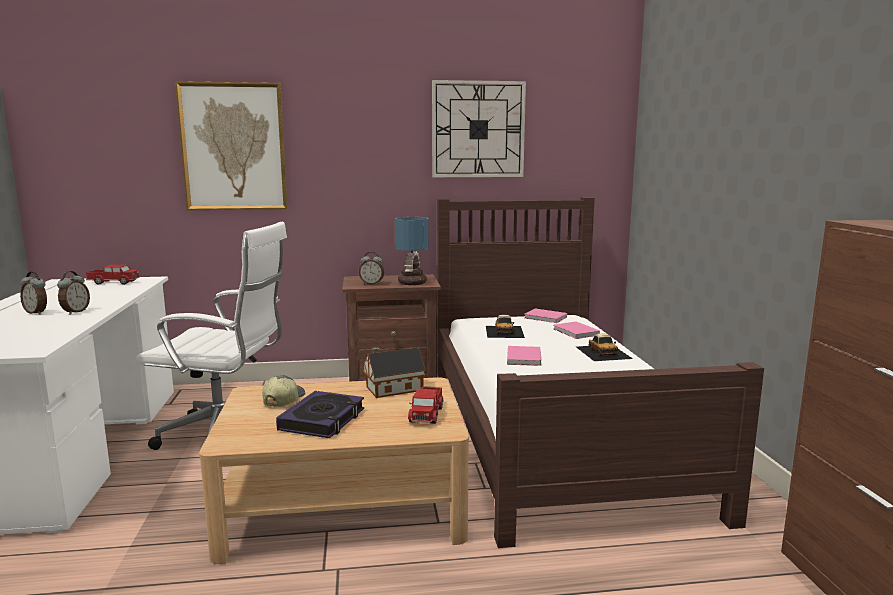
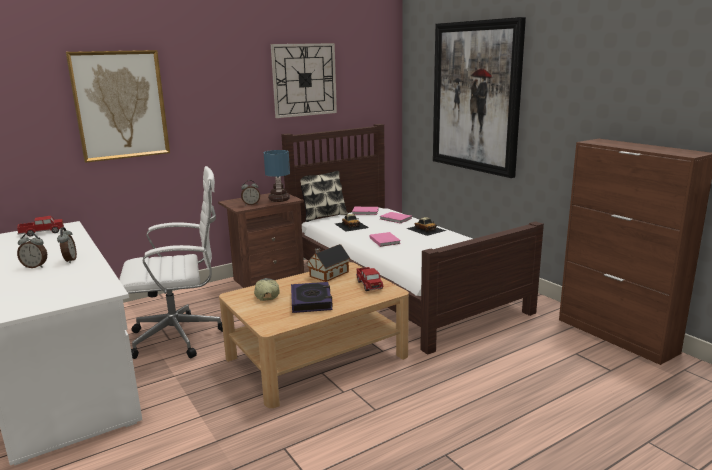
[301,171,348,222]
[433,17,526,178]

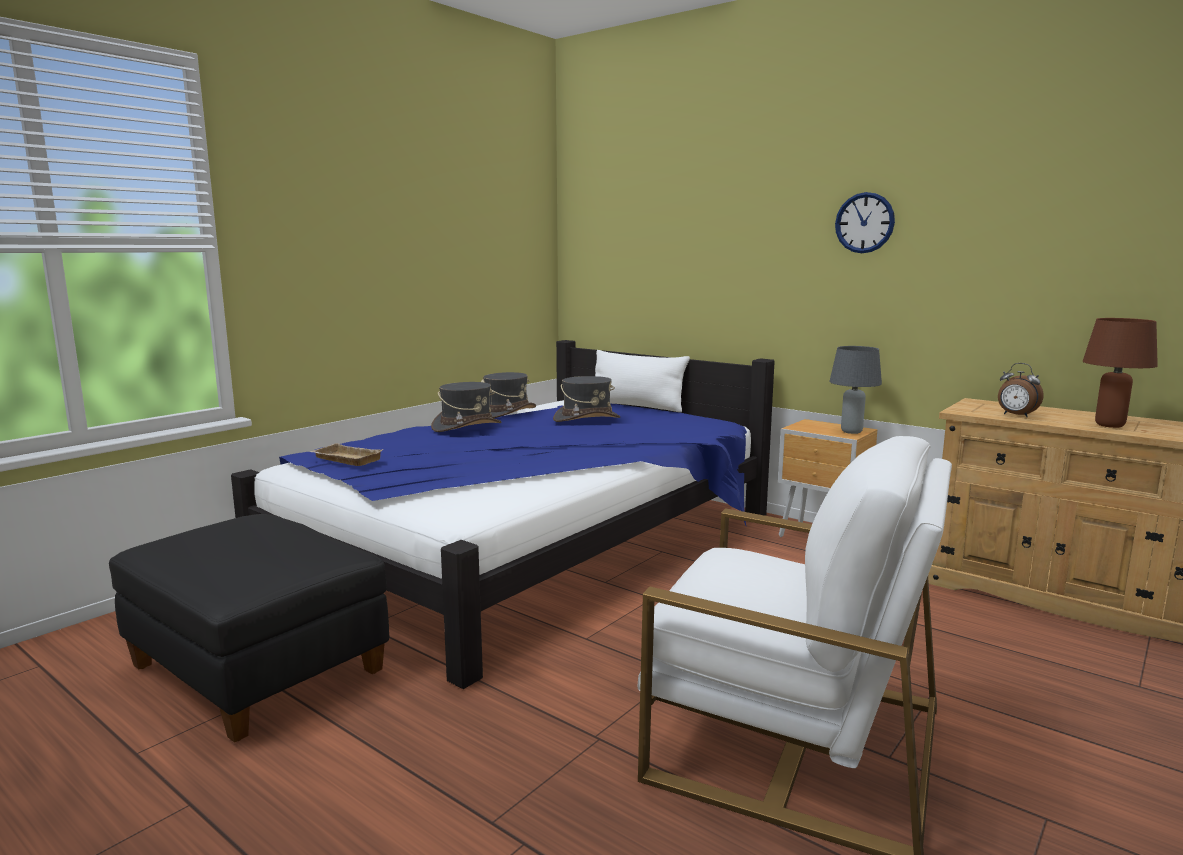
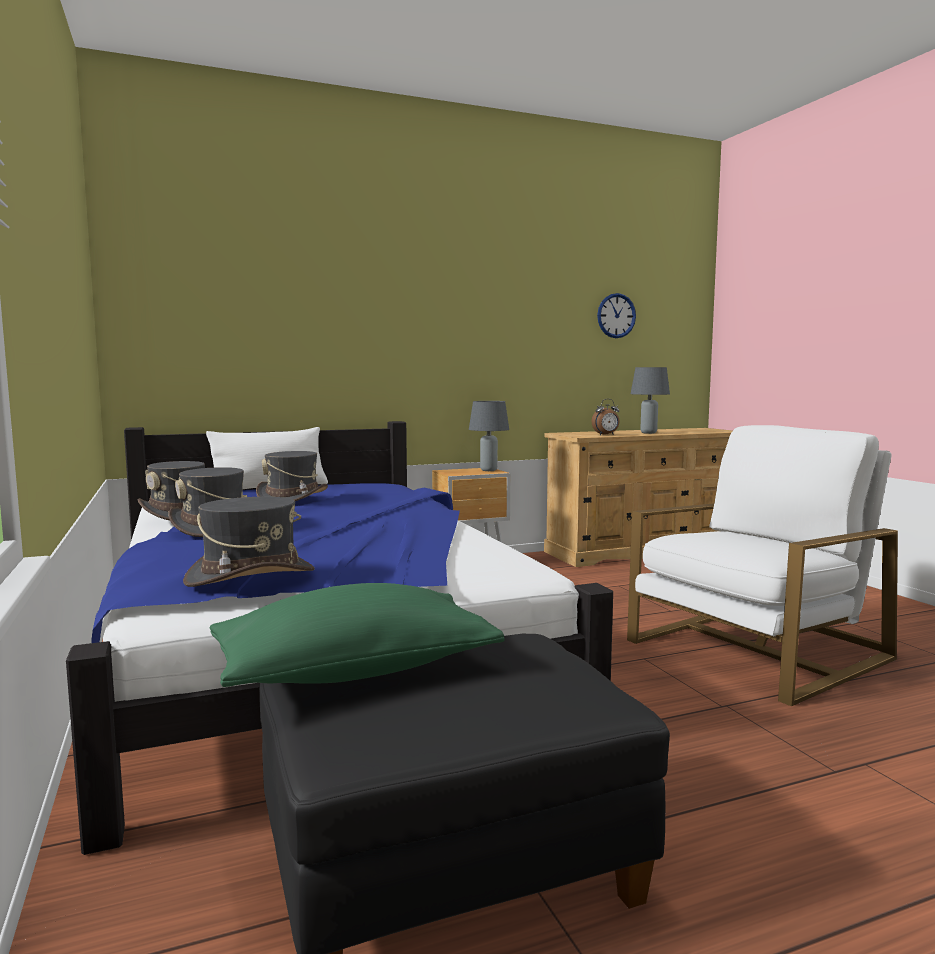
[210,583,504,687]
[597,293,636,338]
[183,497,315,587]
[631,367,670,434]

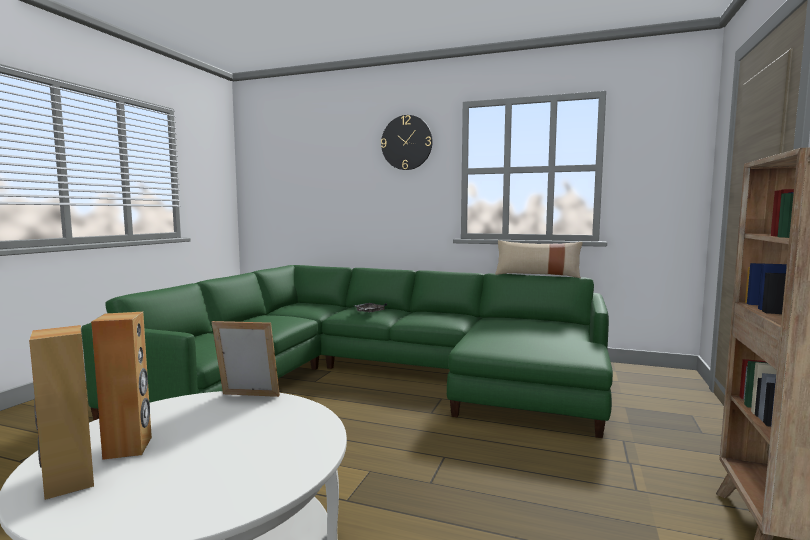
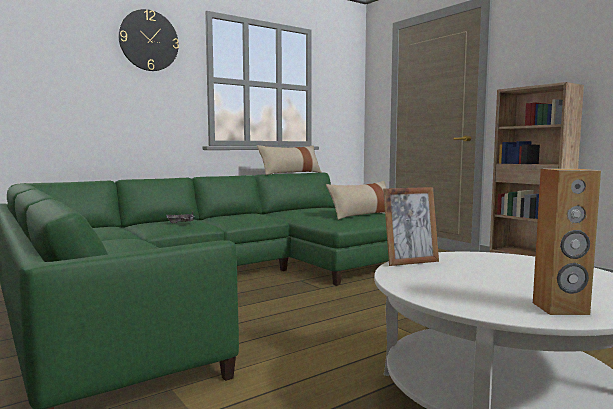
[91,312,152,460] (first image)
[326,181,386,220]
[383,187,439,266]

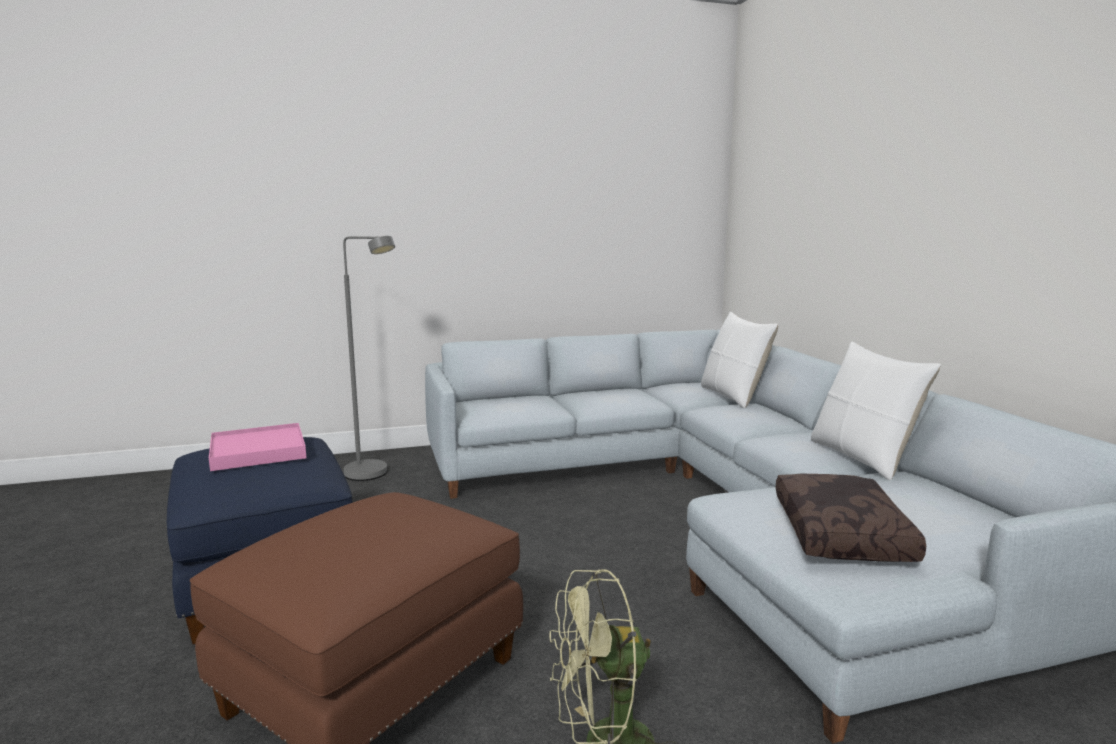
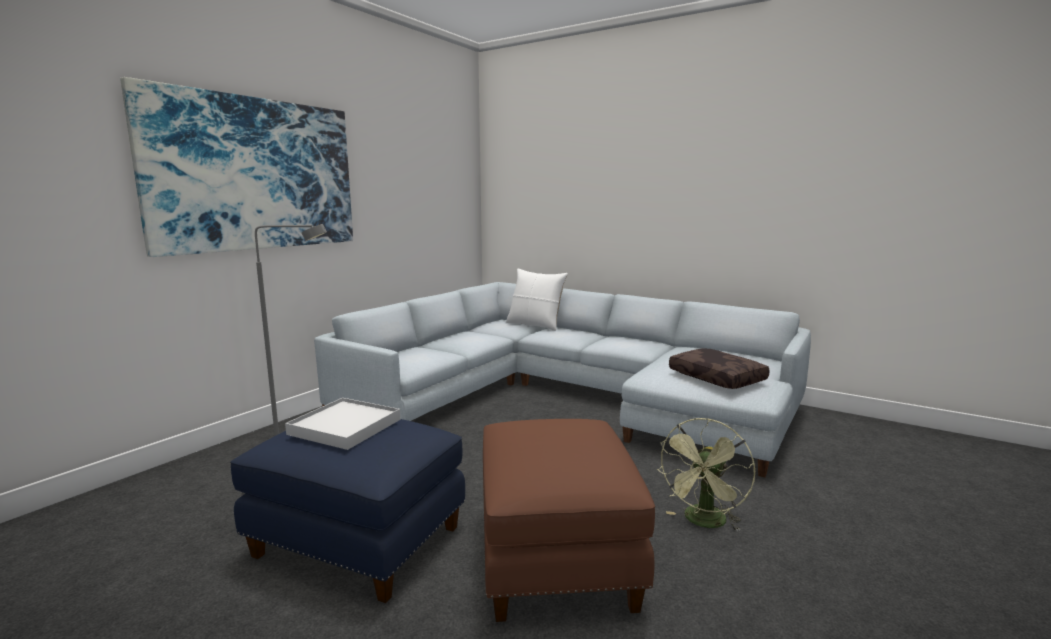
[811,342,941,480] (first image)
[120,77,353,257]
[285,398,401,450]

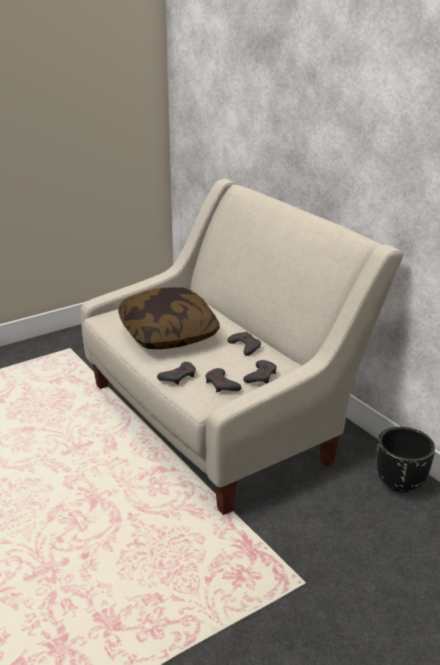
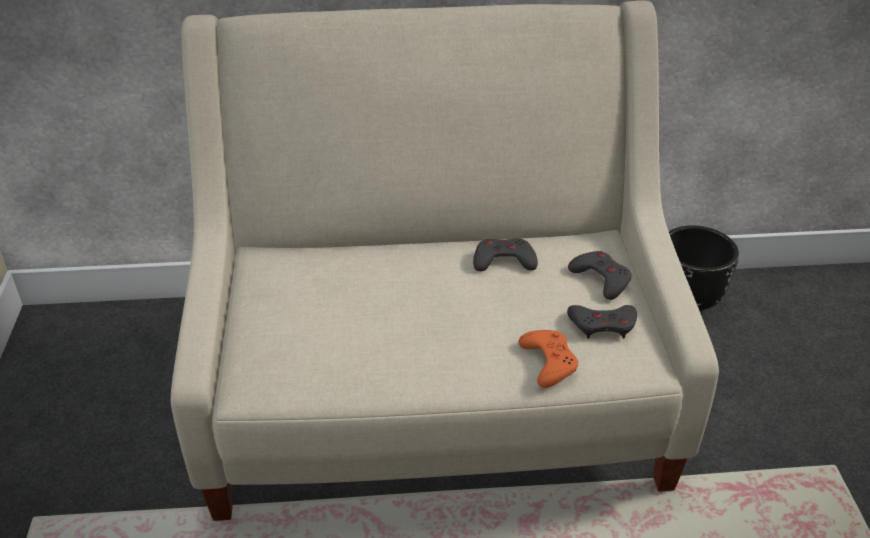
[118,287,220,349] (first image)
[518,330,578,388]

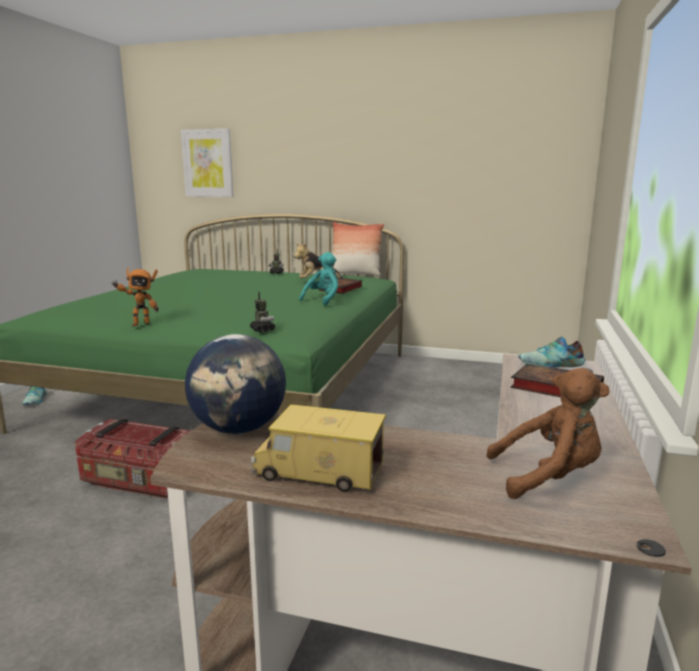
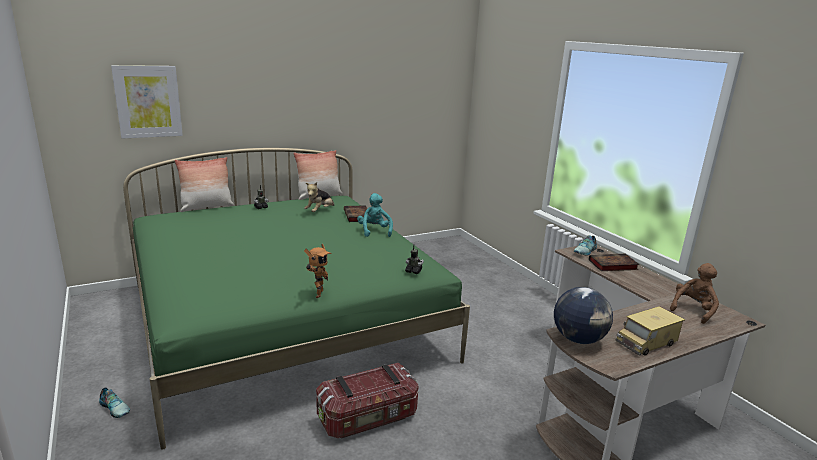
[174,157,234,212]

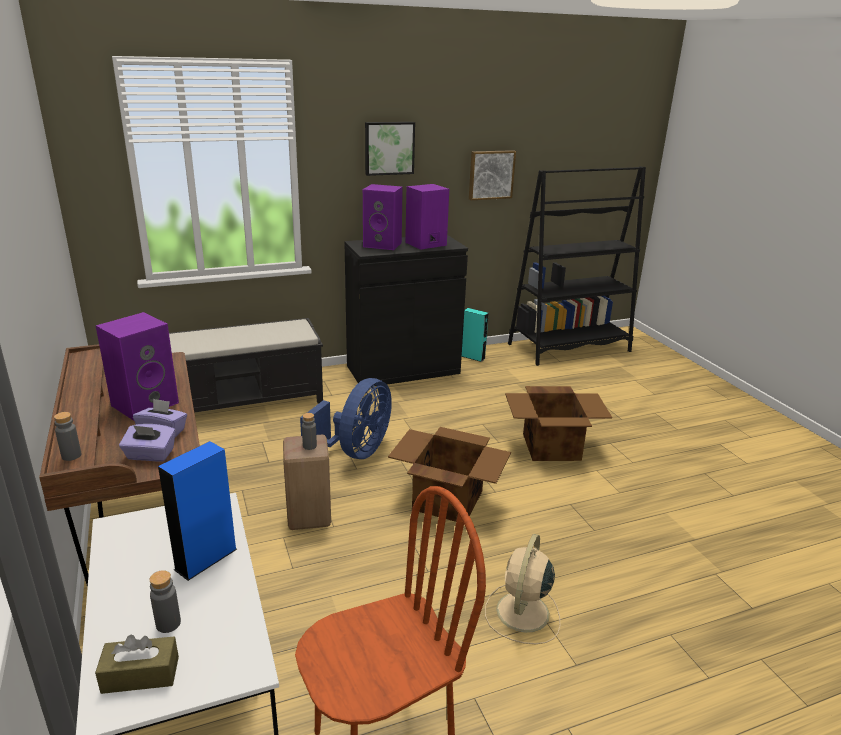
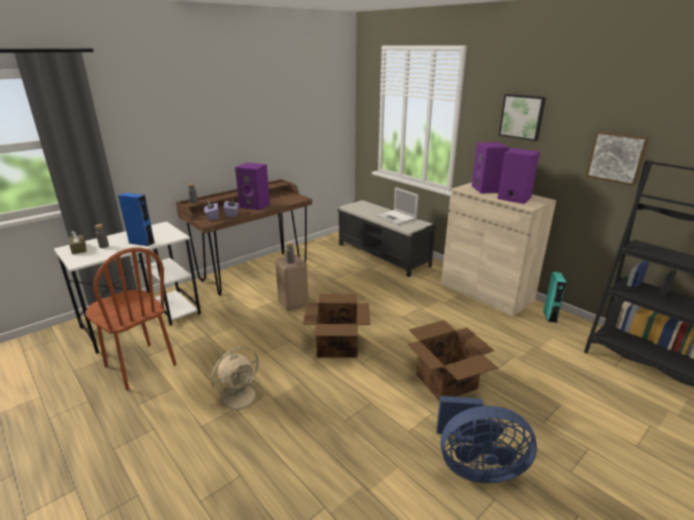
[376,187,418,225]
[436,396,537,483]
[441,182,556,316]
[210,346,266,415]

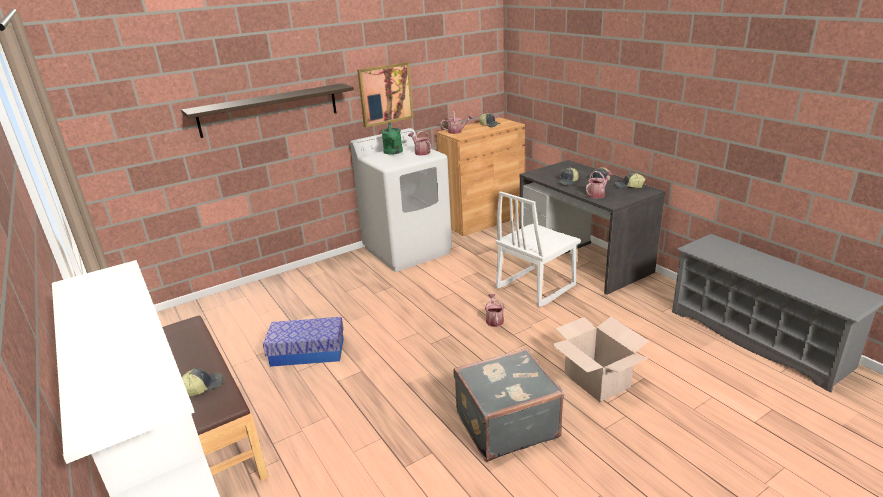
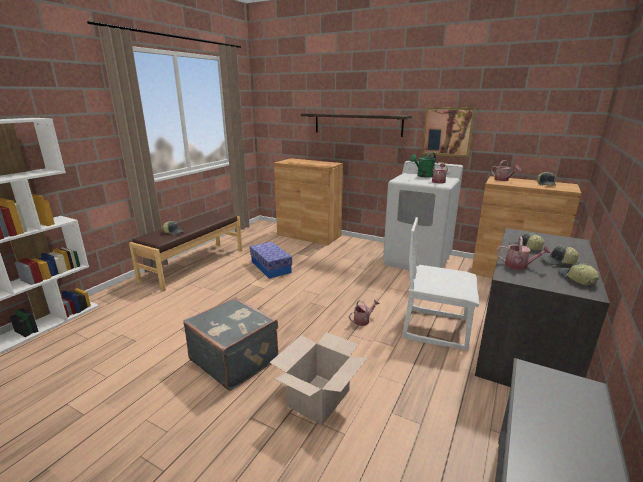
[274,158,343,245]

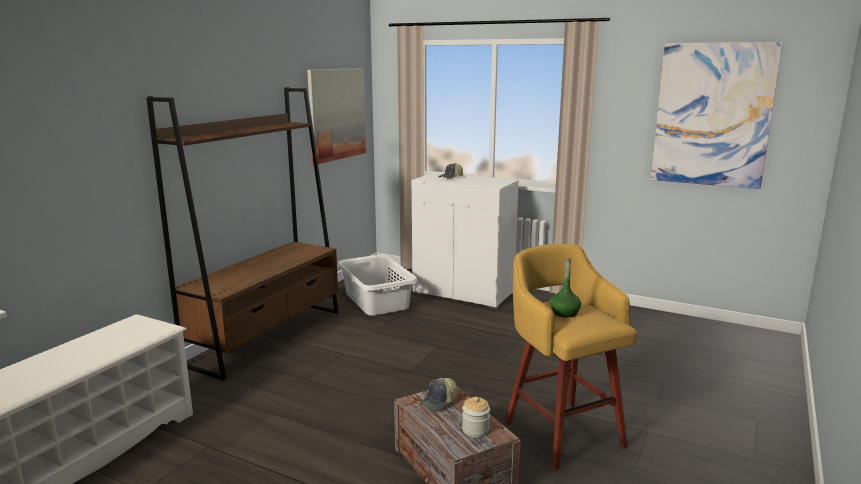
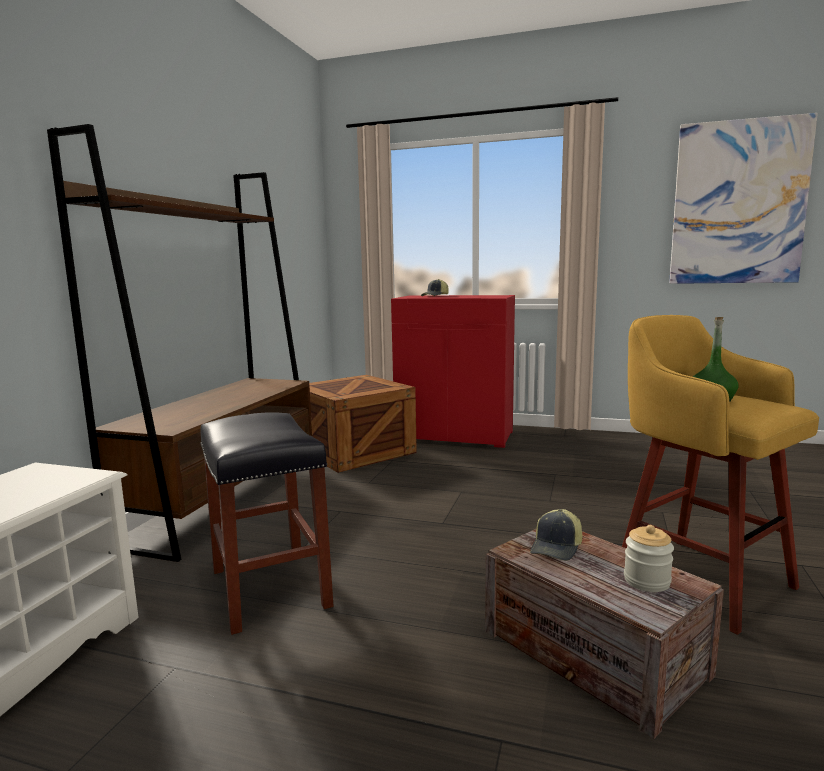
[307,68,366,165] (first image)
[200,413,333,635]
[309,375,417,473]
[391,295,515,448]

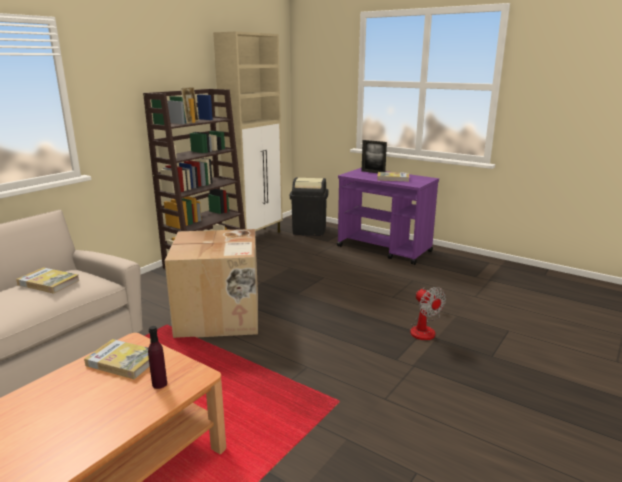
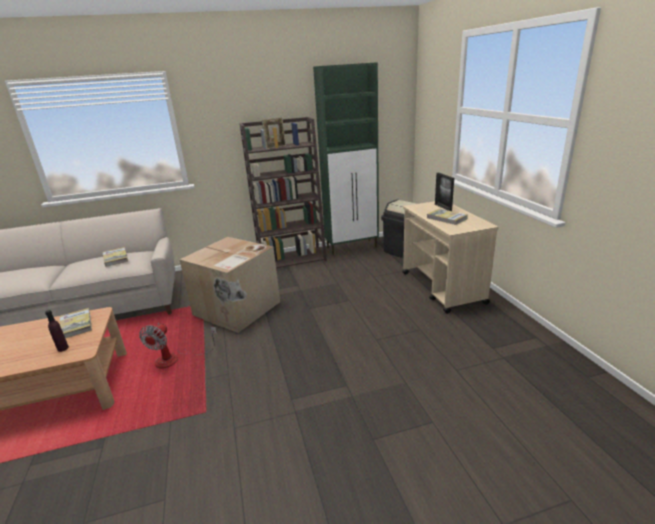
[139,323,217,368]
[313,62,379,255]
[402,201,498,314]

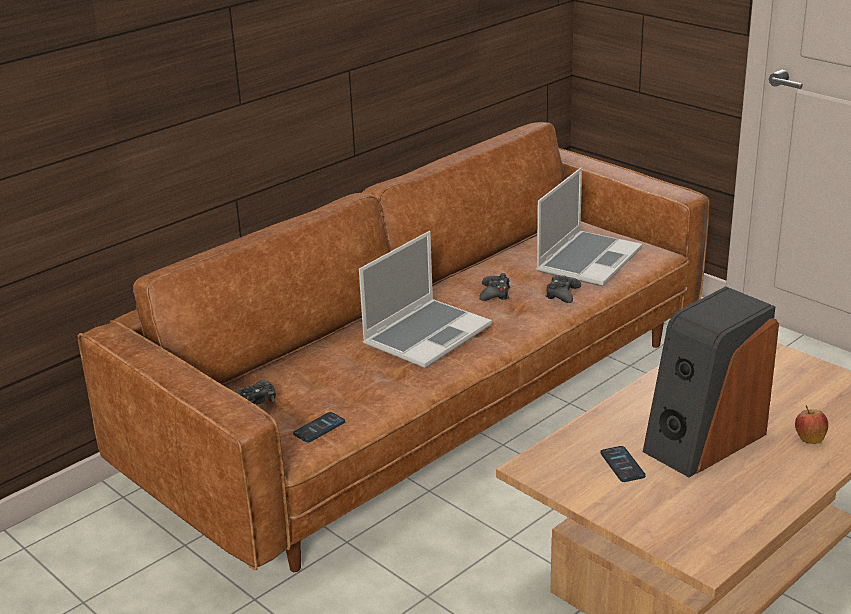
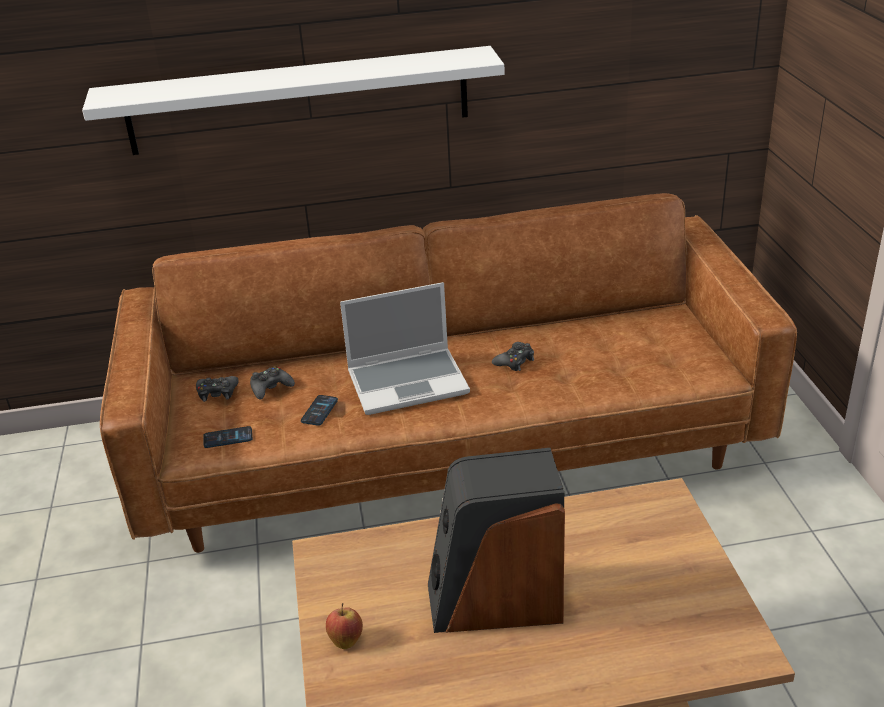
[536,167,642,286] (first image)
[82,46,504,155]
[250,366,295,400]
[301,395,338,426]
[326,603,363,649]

